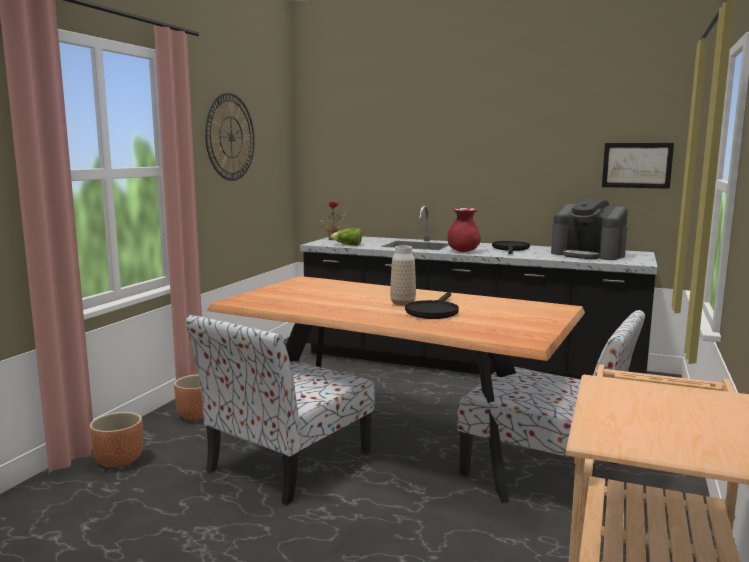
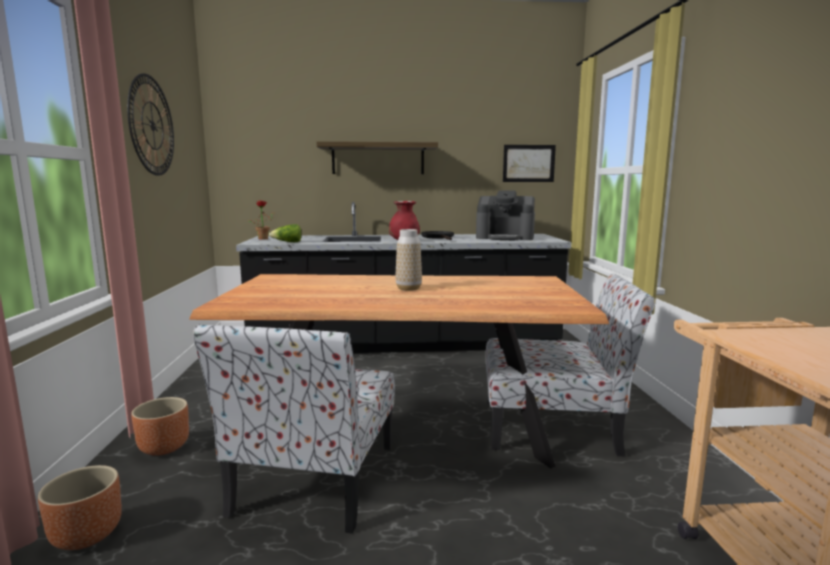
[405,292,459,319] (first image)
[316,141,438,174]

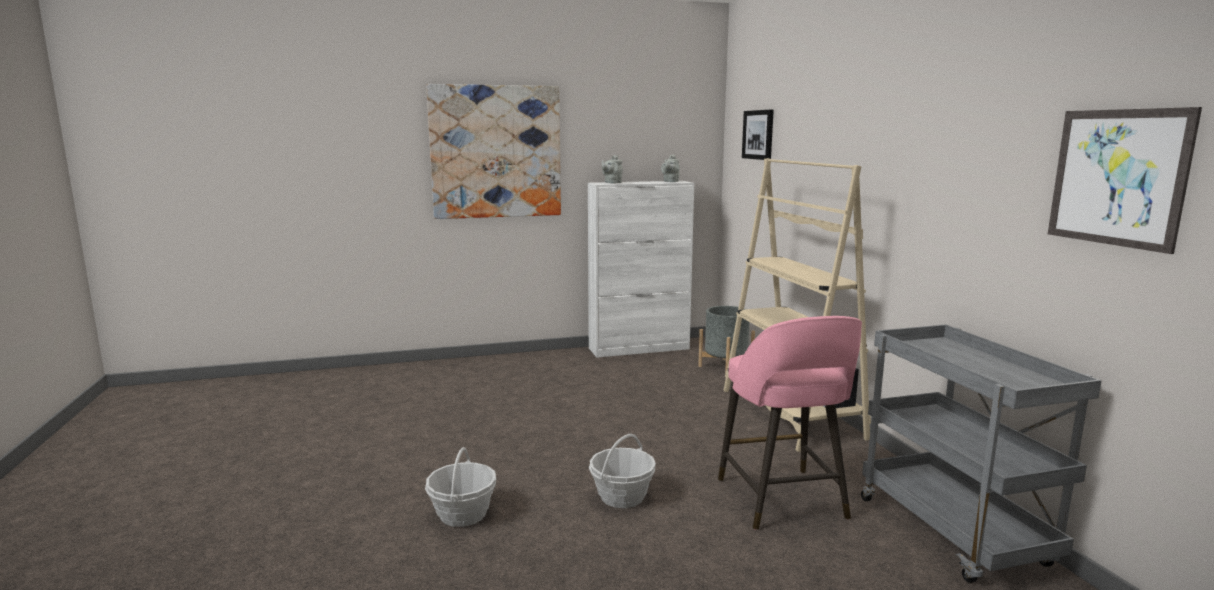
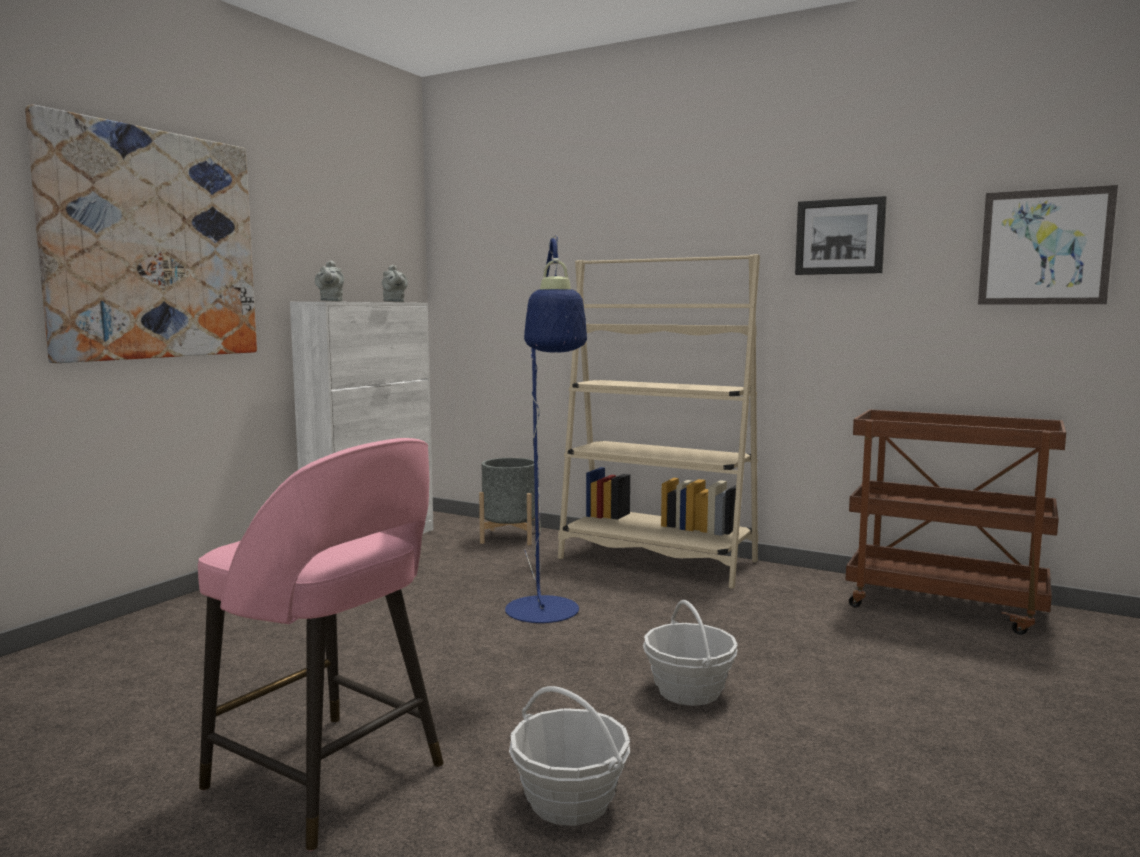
[505,235,587,623]
[198,438,443,851]
[795,196,887,275]
[846,409,1066,635]

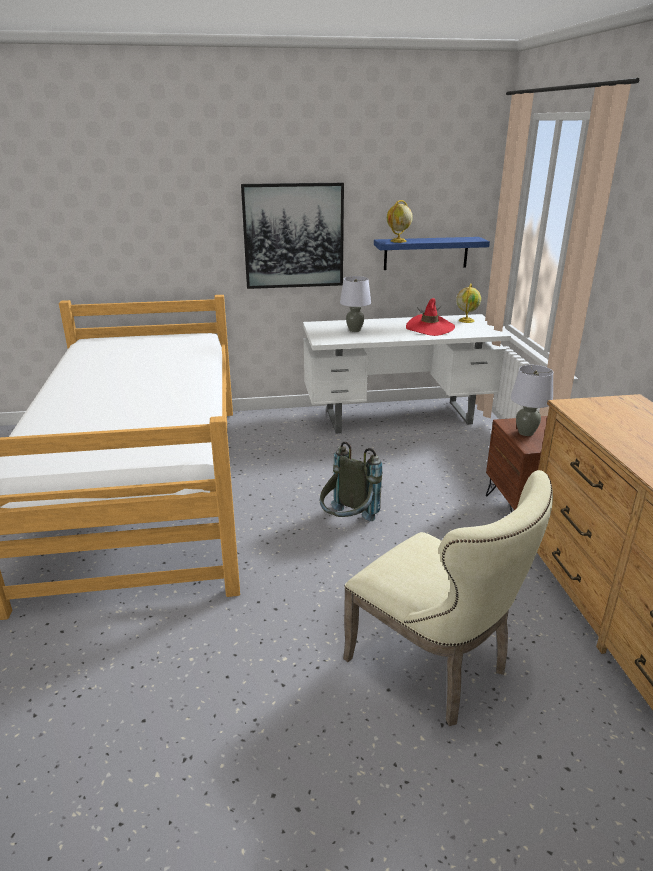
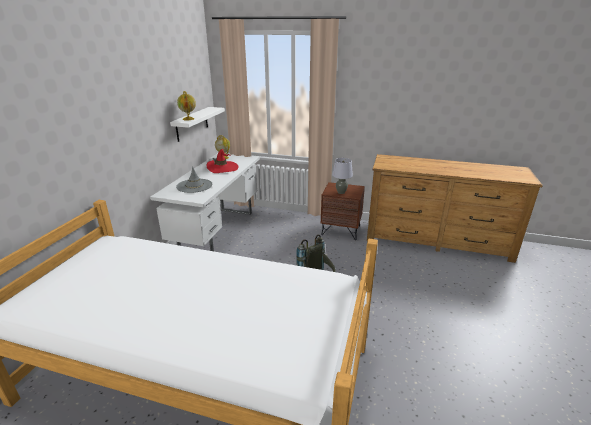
[241,183,344,289] (first image)
[343,470,553,726] (first image)
[176,166,212,193]
[170,107,225,142]

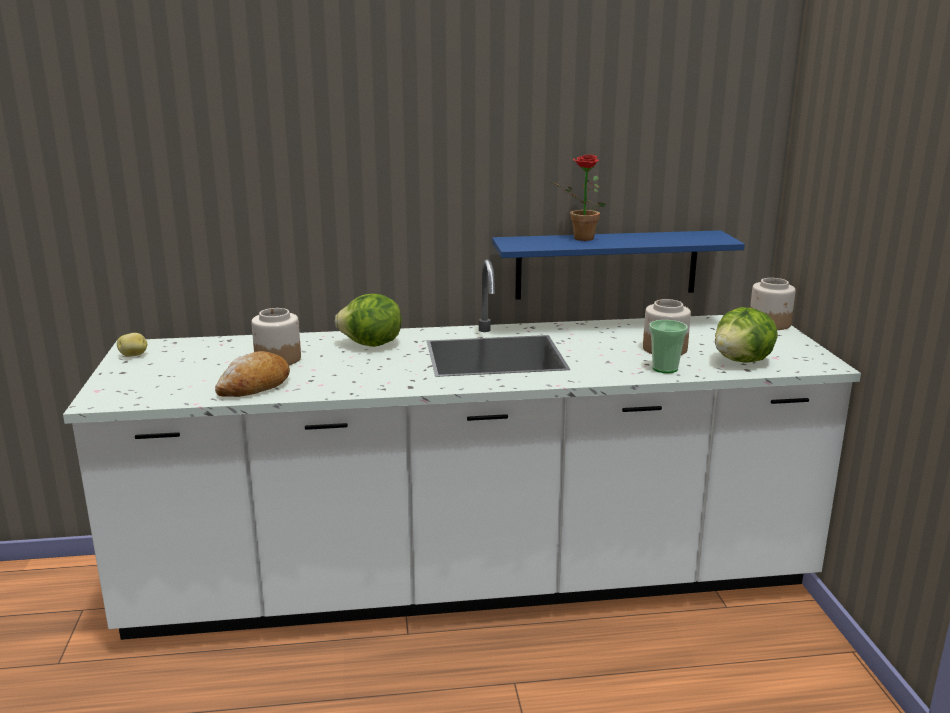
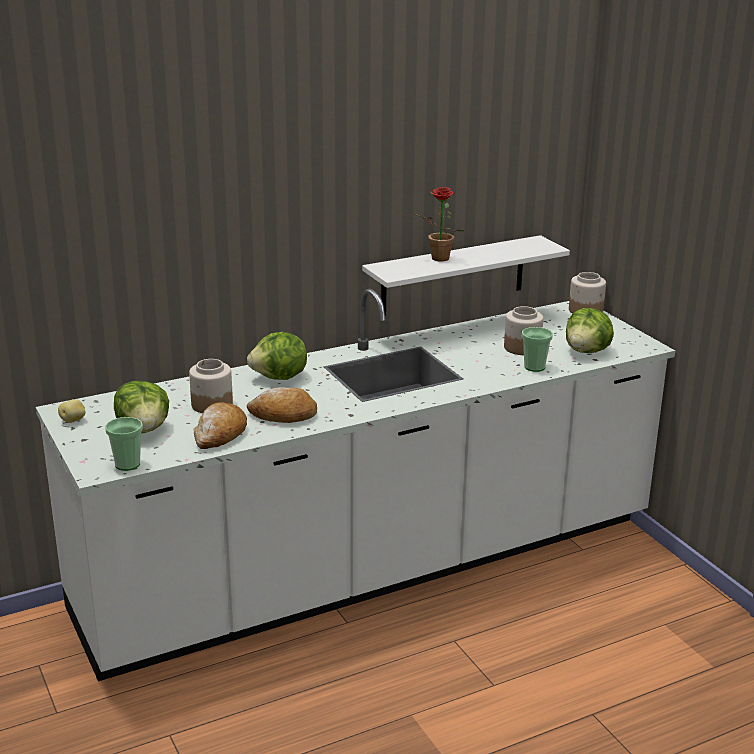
[105,417,143,471]
[114,381,169,433]
[246,387,317,423]
[362,235,570,316]

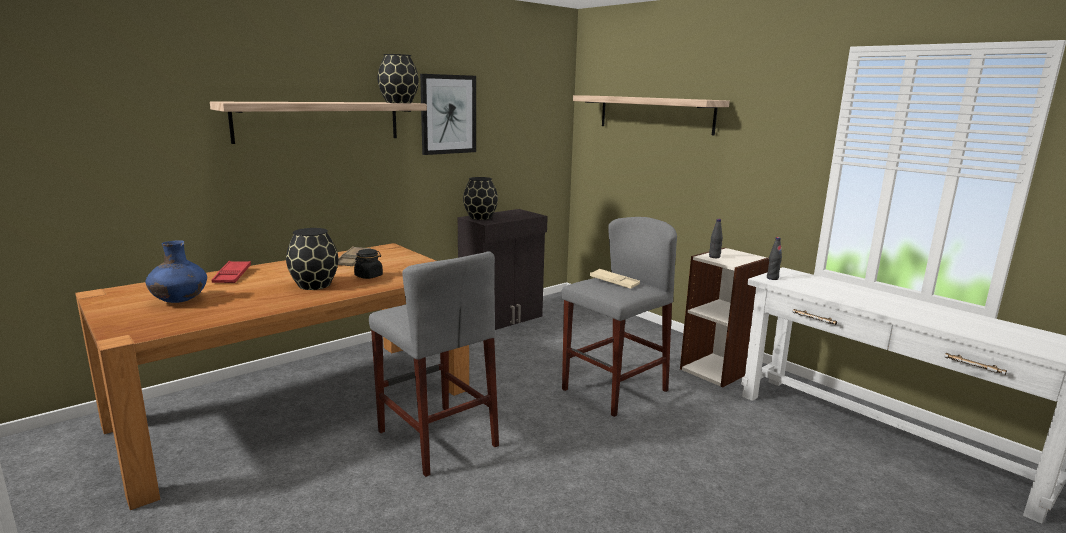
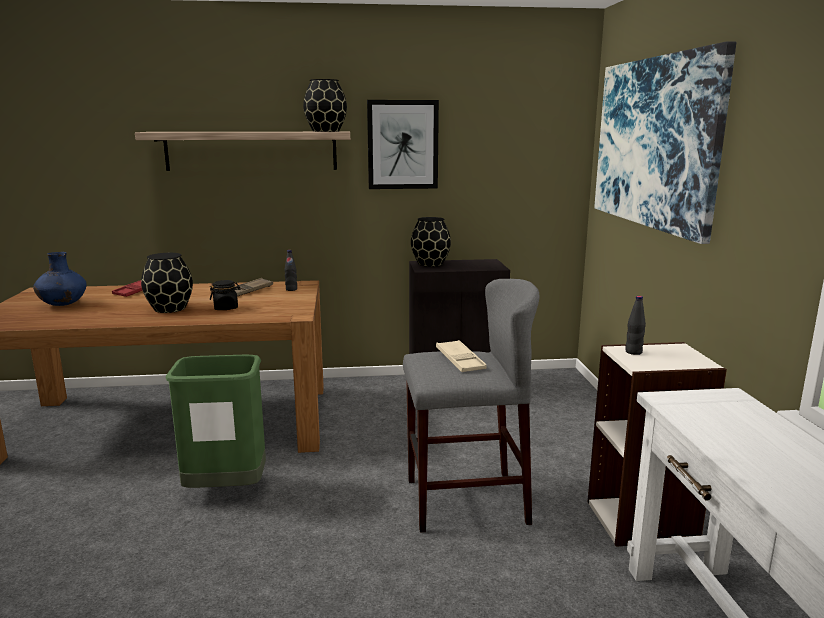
[284,250,297,291]
[166,355,266,488]
[594,41,736,244]

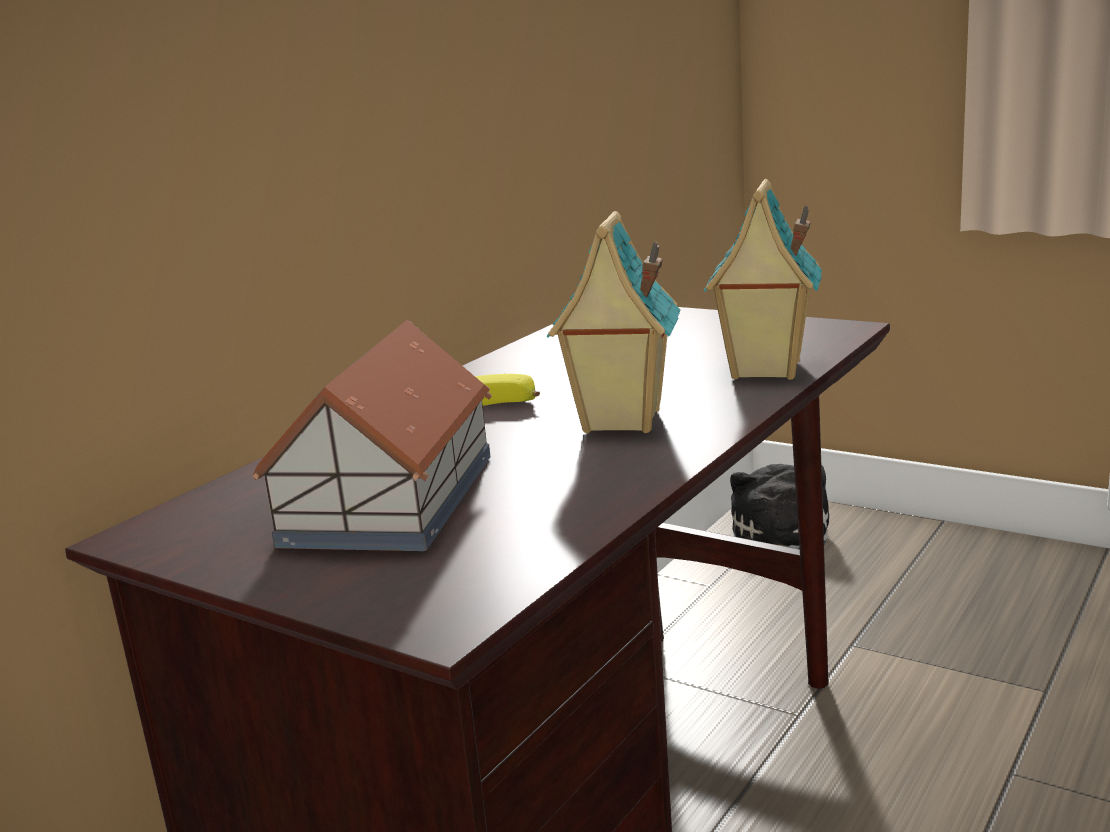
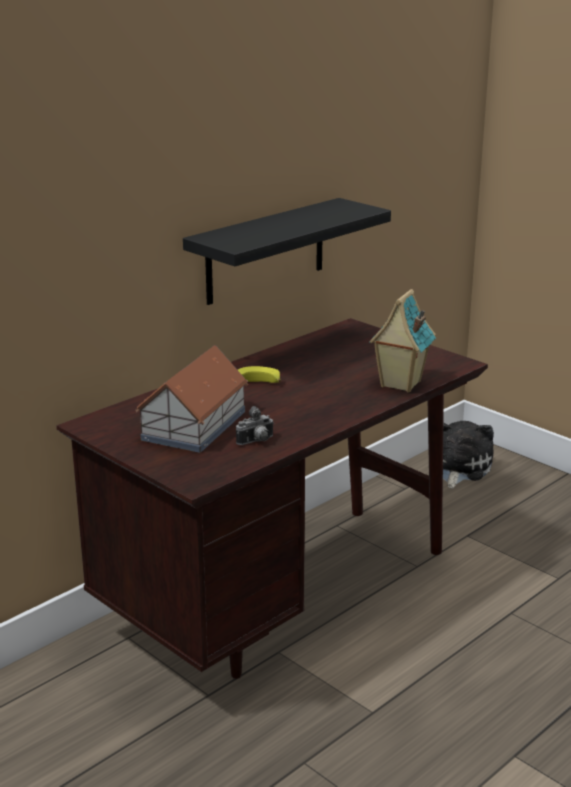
[546,211,681,433] (first image)
[183,198,391,305]
[236,406,274,445]

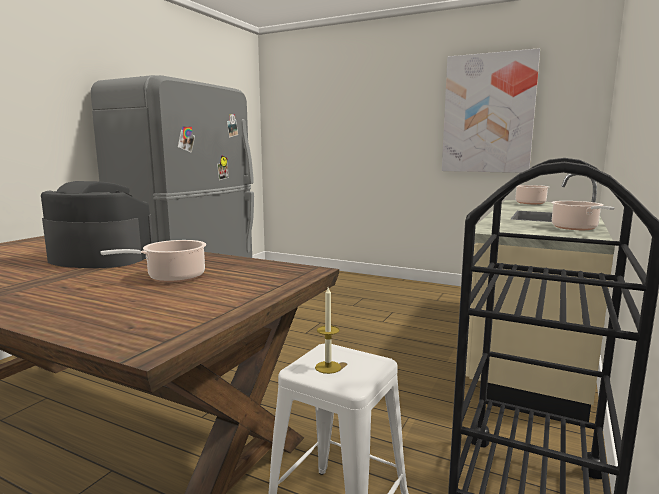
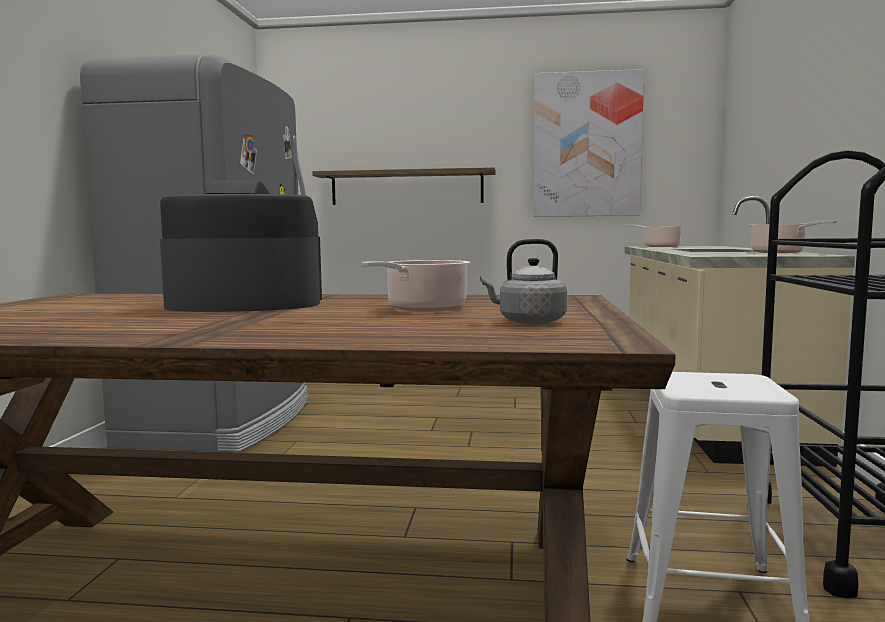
[315,287,341,374] (first image)
[312,167,496,205]
[480,239,567,324]

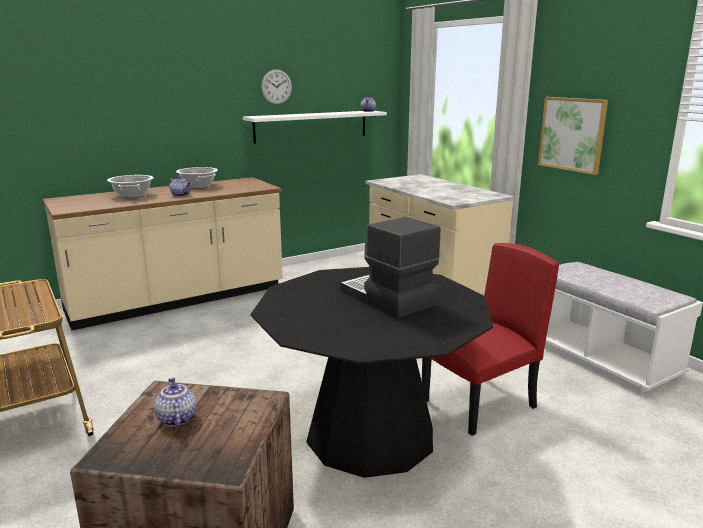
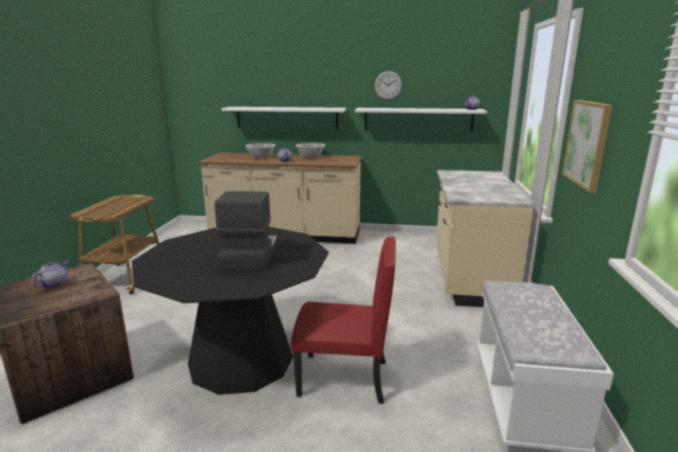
[222,107,346,129]

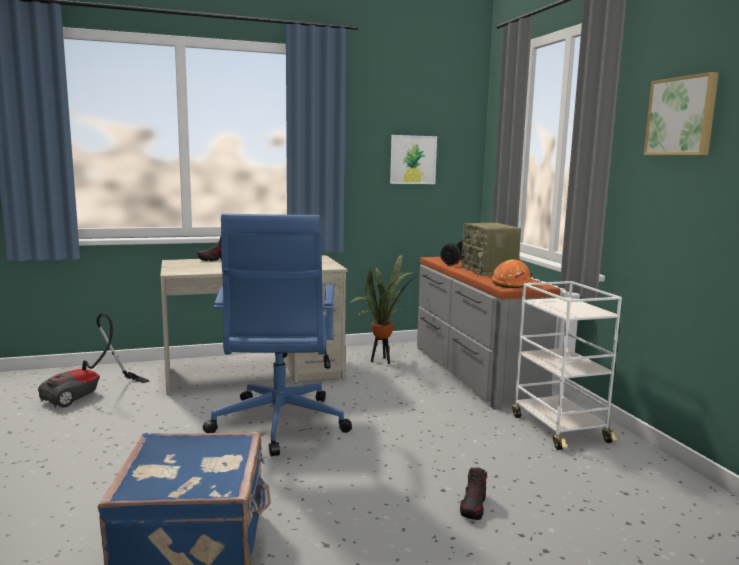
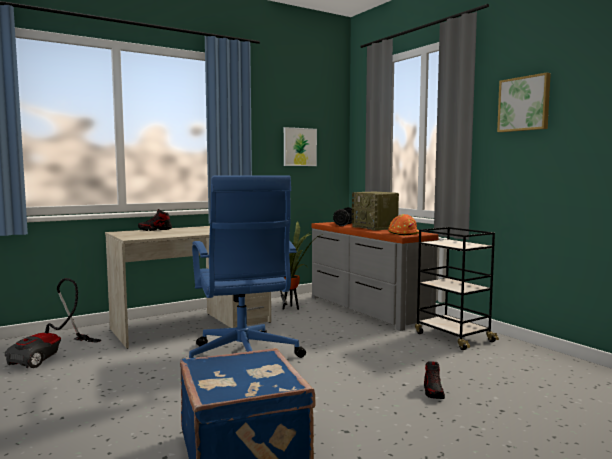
[415,227,499,350]

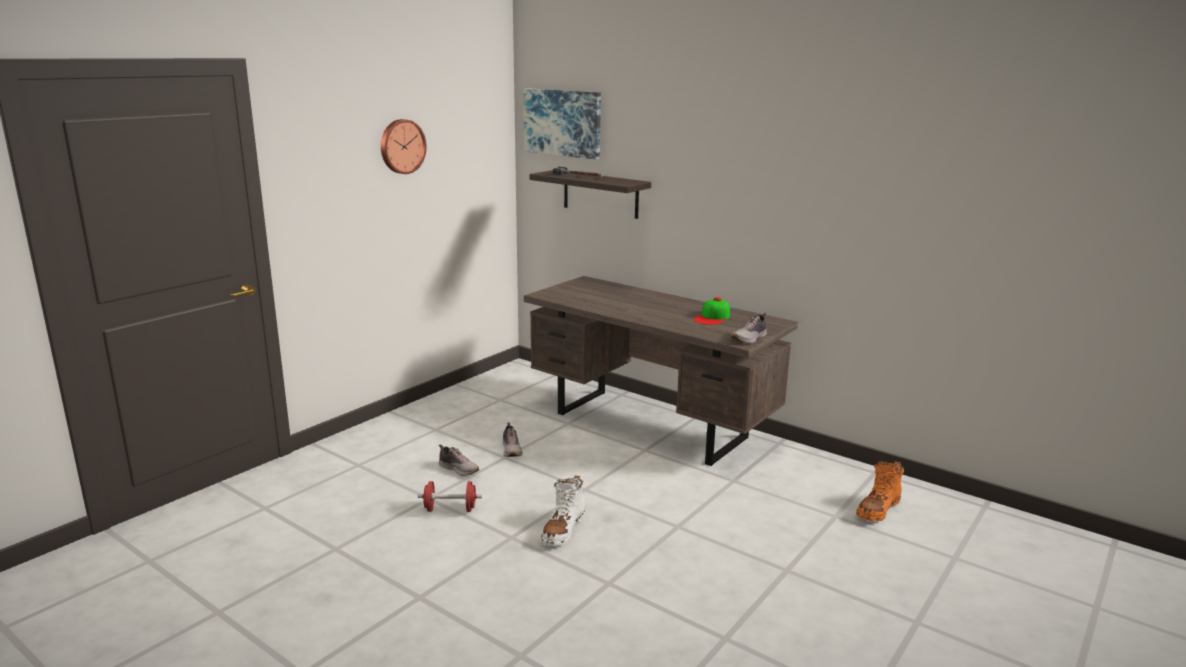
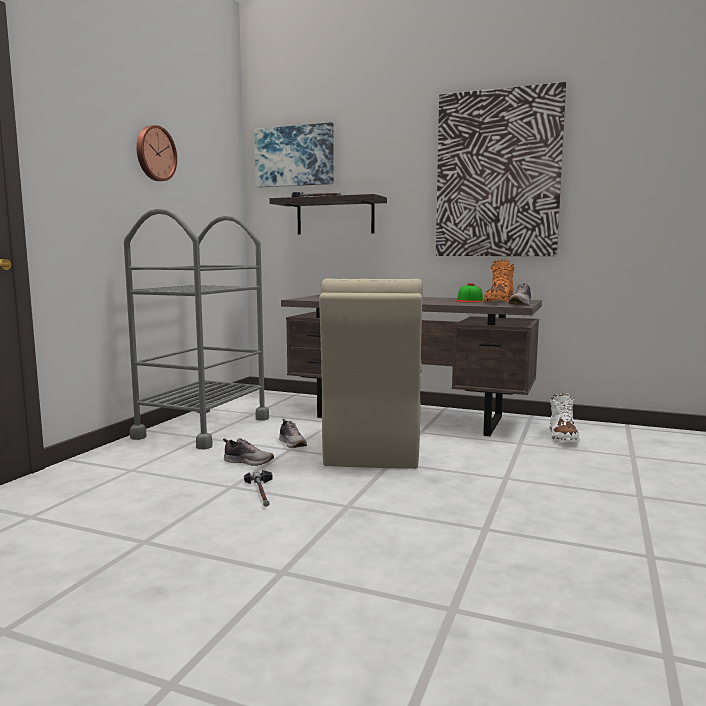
[124,208,269,449]
[319,278,423,469]
[436,82,566,256]
[549,393,580,443]
[483,260,515,303]
[244,470,273,507]

